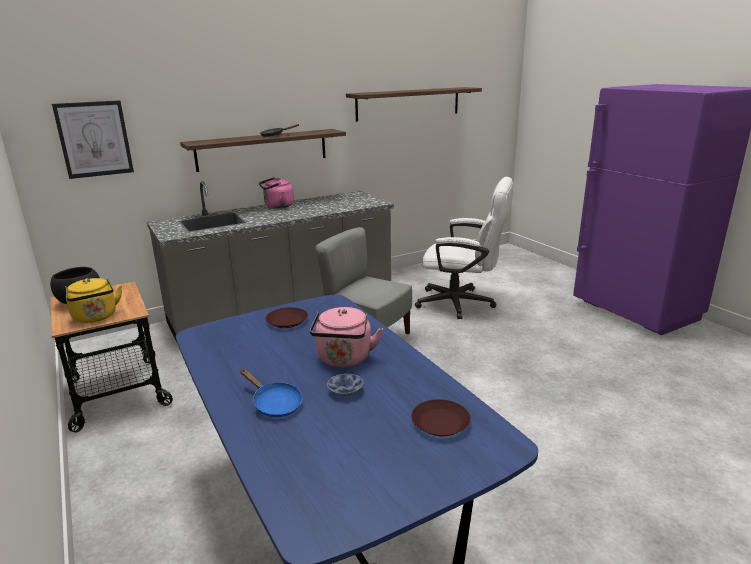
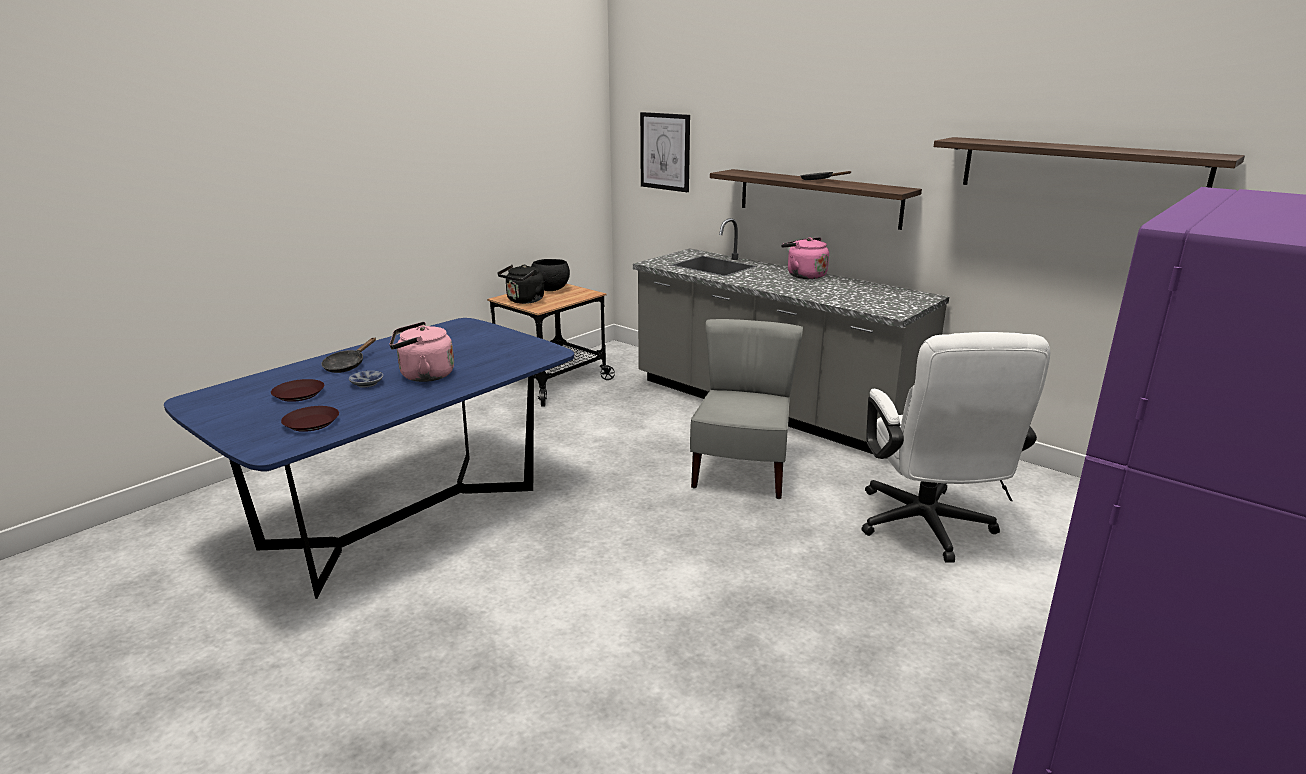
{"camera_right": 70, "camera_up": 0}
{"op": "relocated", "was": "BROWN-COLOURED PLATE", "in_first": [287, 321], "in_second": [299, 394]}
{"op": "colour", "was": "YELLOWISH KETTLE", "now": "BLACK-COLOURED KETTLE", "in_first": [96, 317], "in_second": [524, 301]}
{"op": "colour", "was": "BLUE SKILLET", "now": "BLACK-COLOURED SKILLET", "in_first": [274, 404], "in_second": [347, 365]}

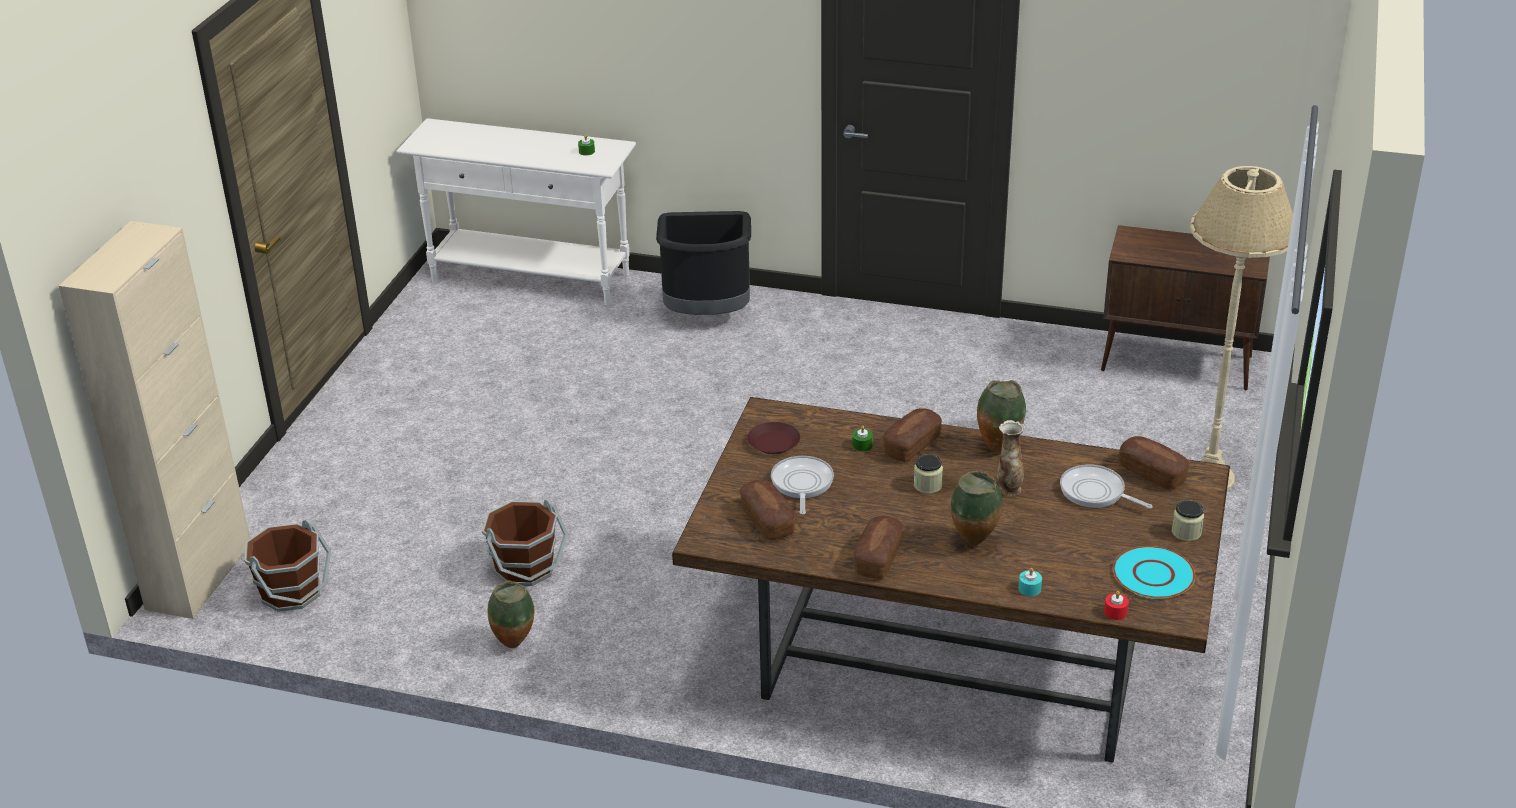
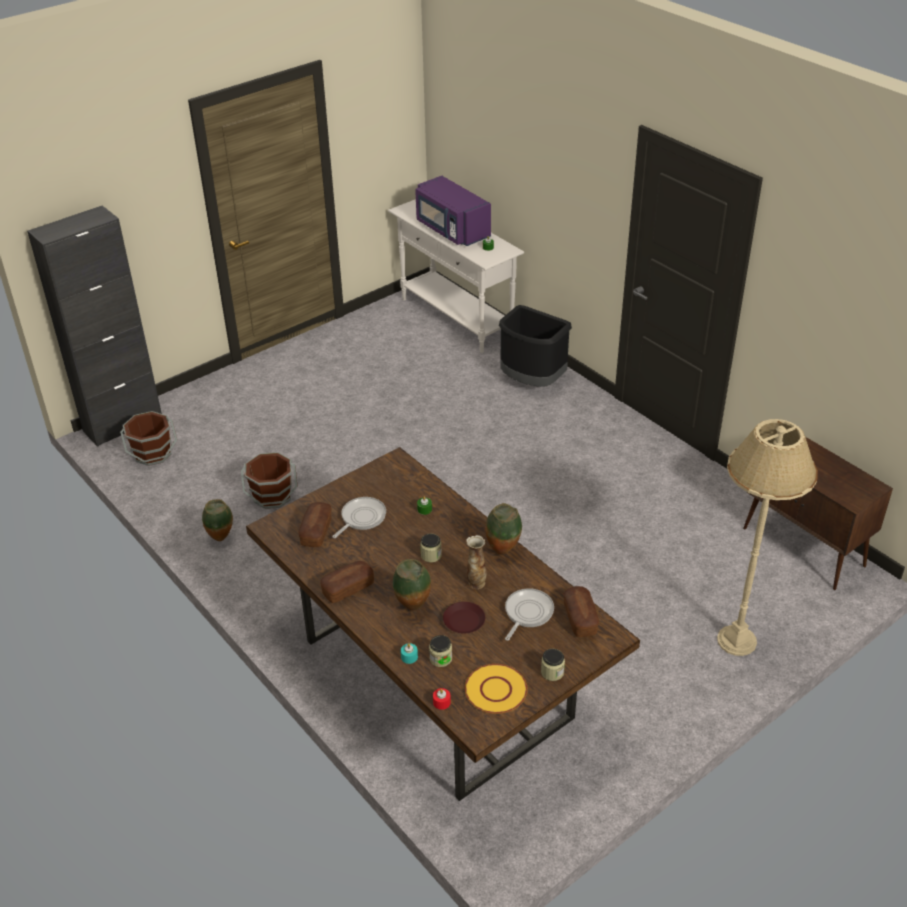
{"camera_right": 35, "camera_up": 5}
{"op": "missing", "was": "BREAD", "in_first": [912, 445]}
{"op": "appeared", "now": "PURPLE-COLOURED MICROWAVE", "in_second": [451, 230]}
{"op": "appeared", "now": "STORAGE JAR", "in_second": [440, 658]}
{"op": "relocated", "was": "BROWN-COLOURED PLATE", "in_first": [774, 442], "in_second": [464, 621]}
{"op": "colour", "was": "BEIGE-COLOURED STORAGE CABINET", "now": "BLACK-COLOURED STORAGE CABINET", "in_first": [199, 576], "in_second": [123, 424]}
{"op": "colour", "was": "TURQUOISE PLATE", "now": "YELLOWISH PLATE", "in_first": [1153, 575], "in_second": [495, 690]}
{"op": "spun", "was": "SKILLET", "in_first": [1095, 492], "in_second": [527, 613], "clockwise": 45}

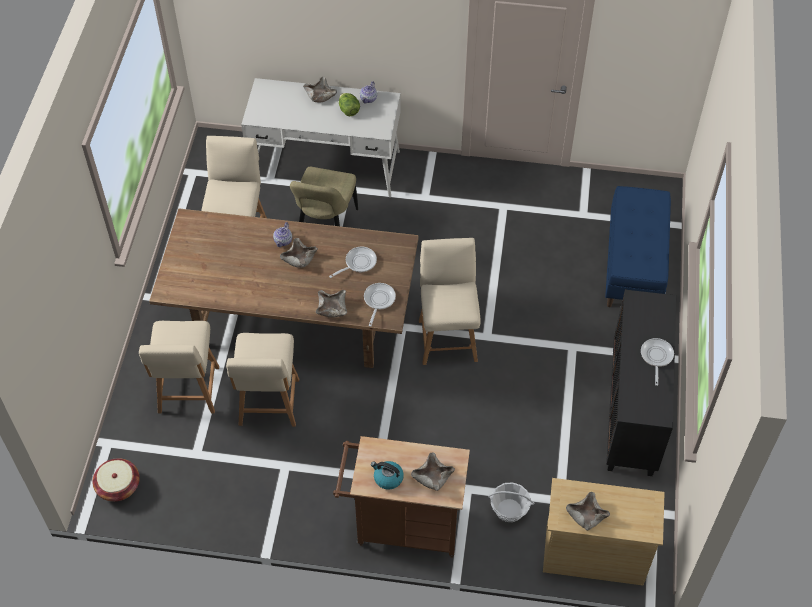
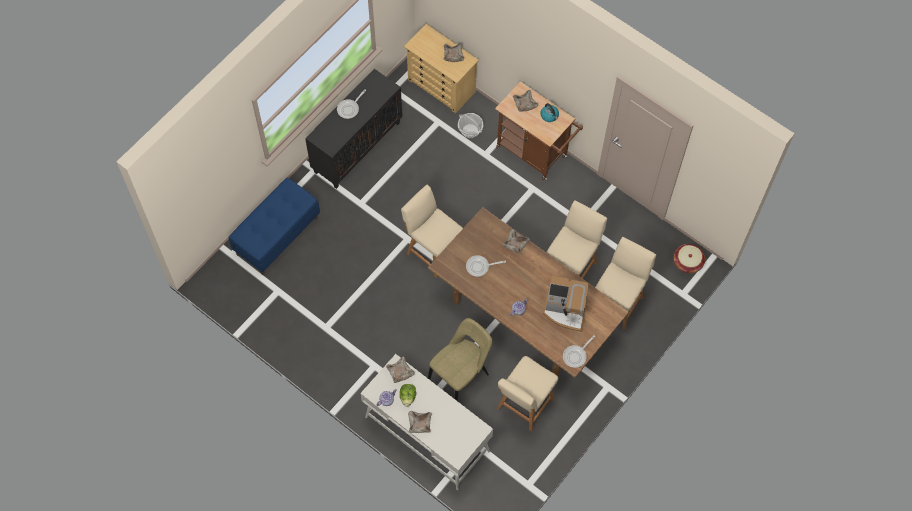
{"camera_right": -150, "camera_up": 10}
{"op": "appeared", "now": "COFFEE BREWER", "in_second": [565, 310]}
{"op": "relocated", "was": "BEIGE-COLOURED SERVING BOWL", "in_first": [299, 258], "in_second": [400, 372]}
{"op": "relocated", "was": "SKILLET", "in_first": [378, 301], "in_second": [576, 356]}
{"op": "spun", "was": "BEIGE-COLOURED CHAIR", "in_first": [447, 338], "in_second": [432, 251], "clockwise": 105}

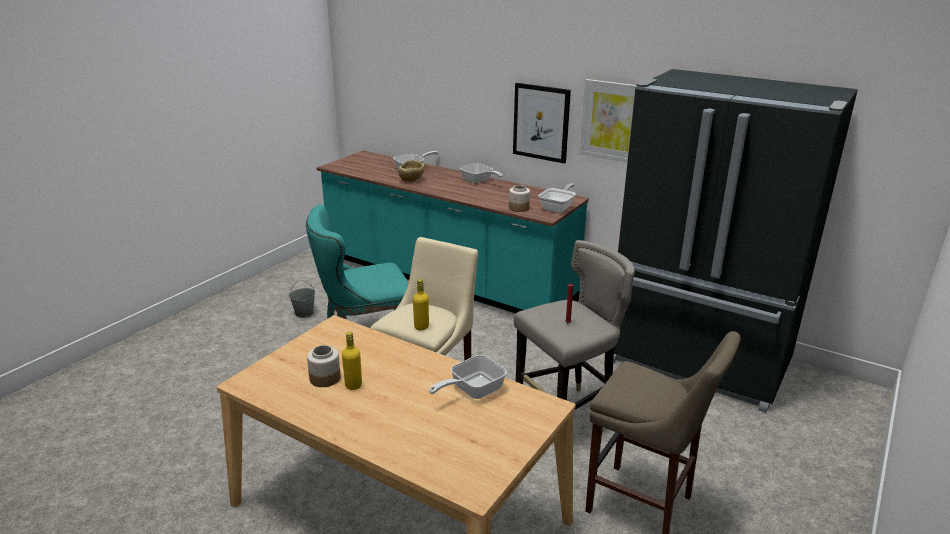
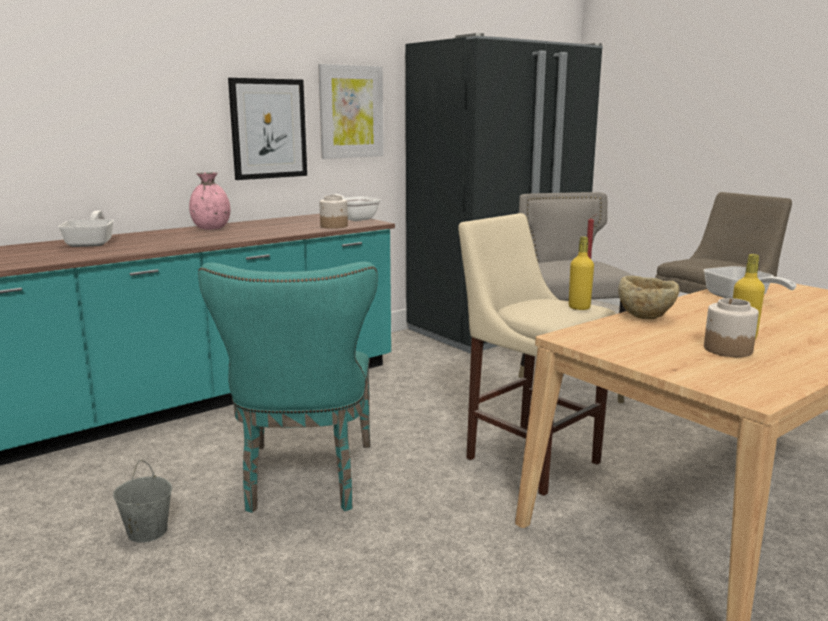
{"camera_right": -70, "camera_up": -10}
{"op": "relocated", "was": "BEIGE-COLOURED SERVING BOWL", "in_first": [411, 181], "in_second": [645, 317]}
{"op": "exchanged", "was": "SKILLET", "now": "PINK-COLOURED VASE", "in_first": [478, 181], "in_second": [211, 228]}

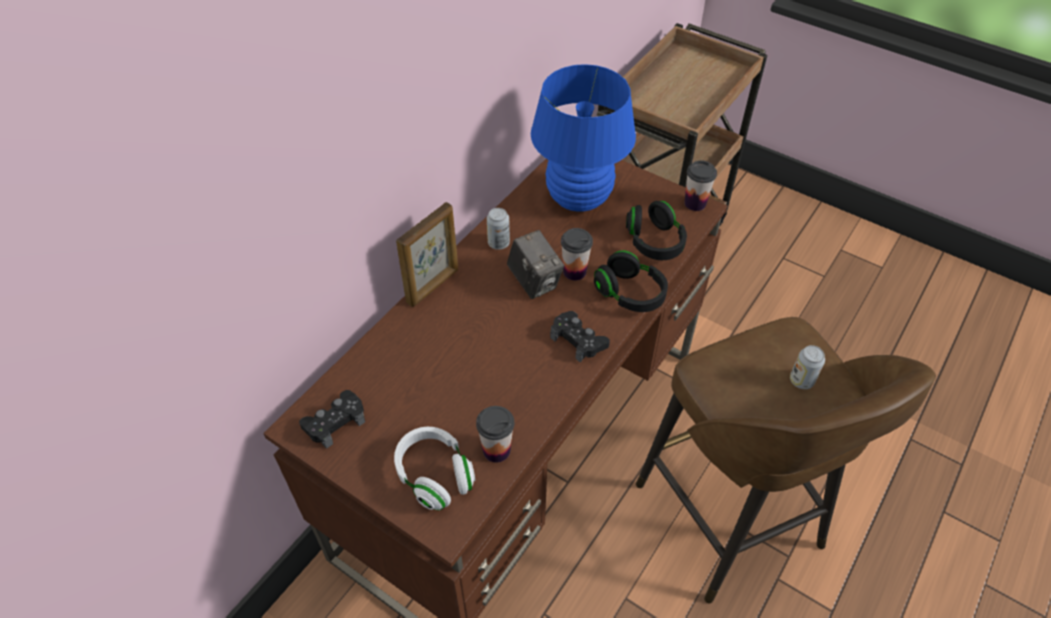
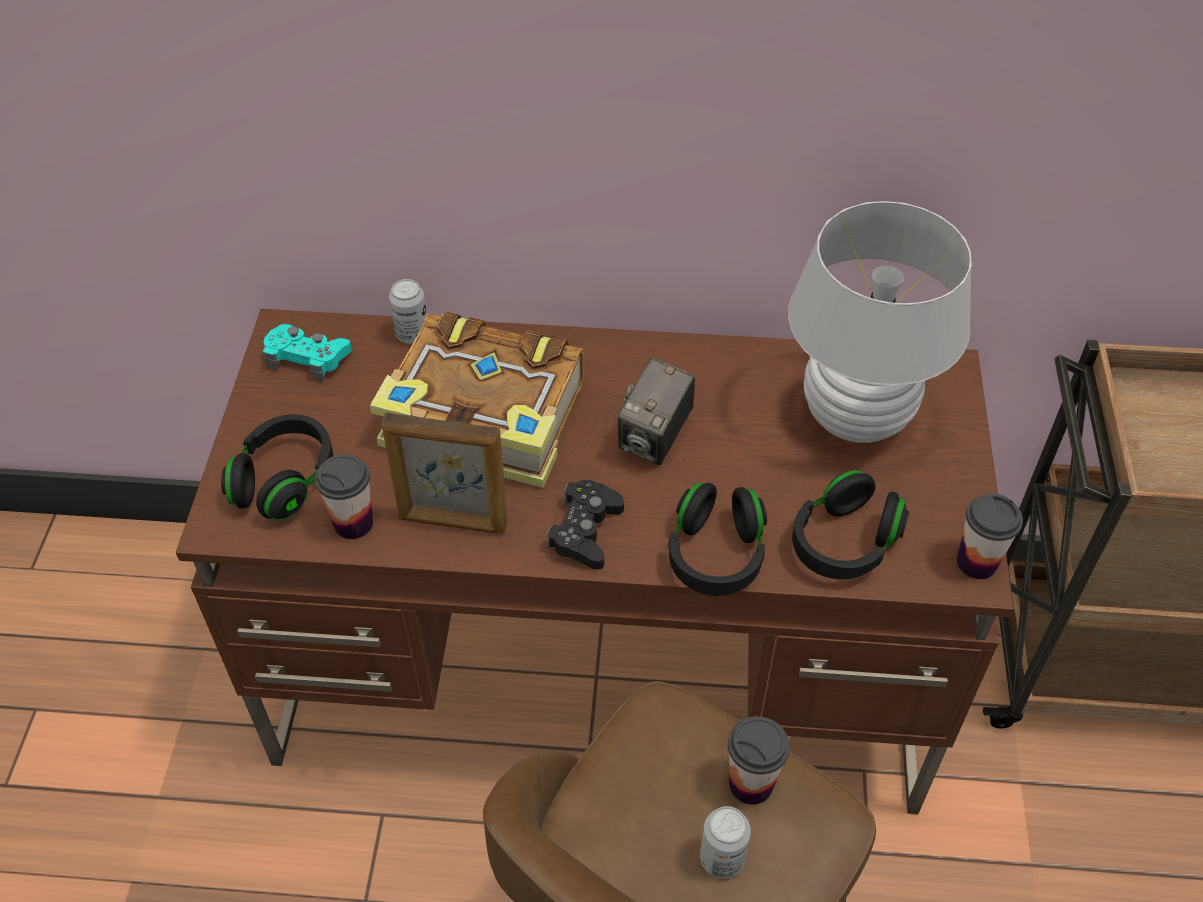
{"camera_right": 60, "camera_up": 0}
{"op": "appeared", "now": "BOOK", "in_second": [486, 420]}
{"op": "relocated", "was": "PICTURE FRAME", "in_first": [433, 286], "in_second": [453, 522]}
{"op": "relocated", "was": "CAN", "in_first": [498, 243], "in_second": [412, 334]}
{"op": "relocated", "was": "DRINKING CUP", "in_first": [574, 271], "in_second": [751, 783]}
{"op": "colour", "was": "BLACK-COLOURED GAMEPAD", "now": "TURQUOISE GAMEPAD", "in_first": [335, 422], "in_second": [307, 358]}
{"op": "colour", "was": "WHITE HEADPHONES", "now": "BLACK-COLOURED HEADPHONES", "in_first": [435, 475], "in_second": [285, 481]}
{"op": "colour", "was": "BLUE TABLETOP LAMP", "now": "WHITE TABLETOP LAMP", "in_first": [579, 198], "in_second": [856, 417]}

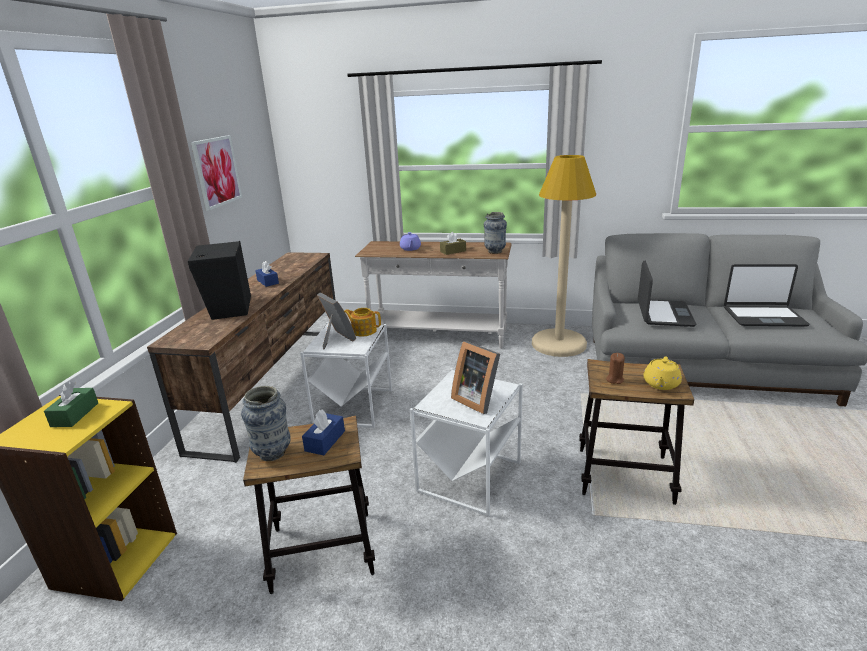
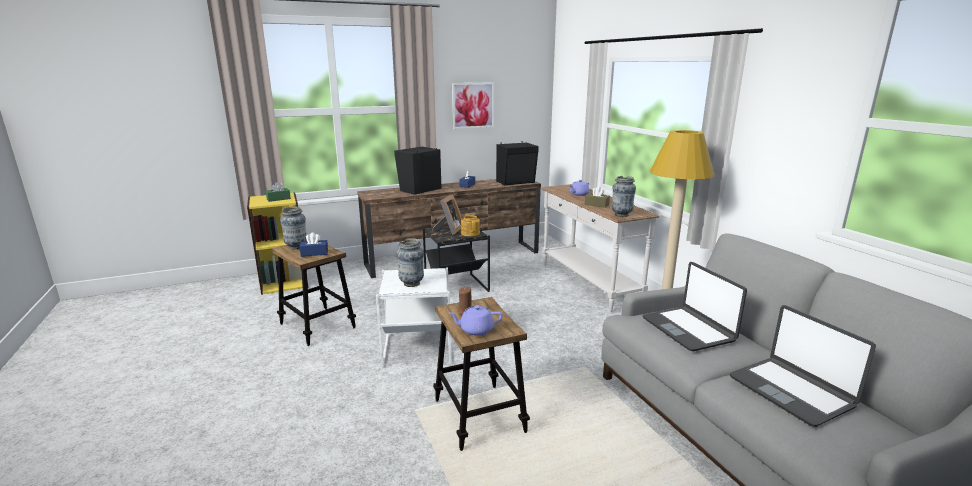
{"camera_right": 55, "camera_up": -5}
{"op": "appeared", "now": "BLACK-COLOURED LOUDSPEAKER", "in_second": [516, 182]}
{"op": "exchanged", "was": "PICTURE FRAME", "now": "VASE", "in_first": [477, 399], "in_second": [411, 283]}
{"op": "colour", "was": "WHITE SIDE TABLE", "now": "BLACK-COLOURED SIDE TABLE", "in_first": [354, 406], "in_second": [457, 287]}
{"op": "colour", "was": "YELLOWISH TEAPOT", "now": "PURPLE-COLOURED TEAPOT", "in_first": [661, 384], "in_second": [476, 330]}
{"op": "spun", "was": "PORTABLE COMPUTER", "in_first": [663, 314], "in_second": [688, 329], "clockwise": 90}

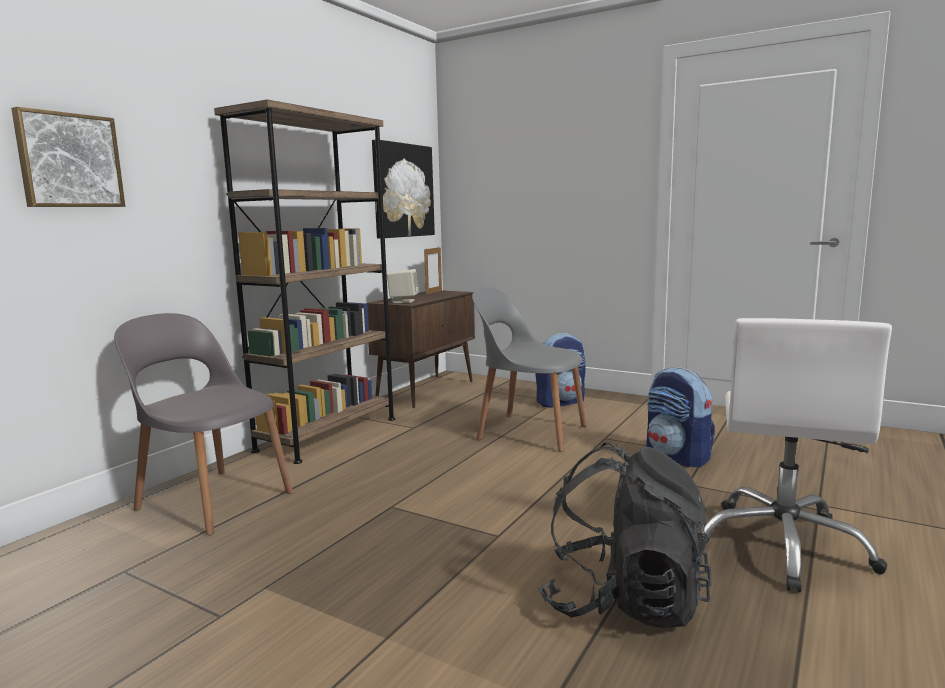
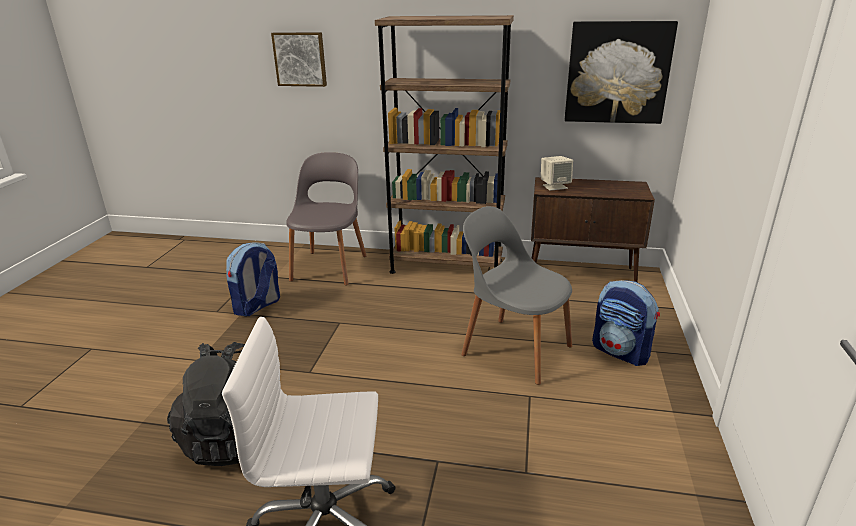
{"camera_right": 70, "camera_up": 15}
{"op": "missing", "was": "PICTURE FRAME", "in_first": [434, 292]}
{"op": "relocated", "was": "BACKPACK", "in_first": [677, 456], "in_second": [257, 306]}
{"op": "spun", "was": "GRAY CHAIR", "in_first": [529, 432], "in_second": [514, 349], "clockwise": -60}

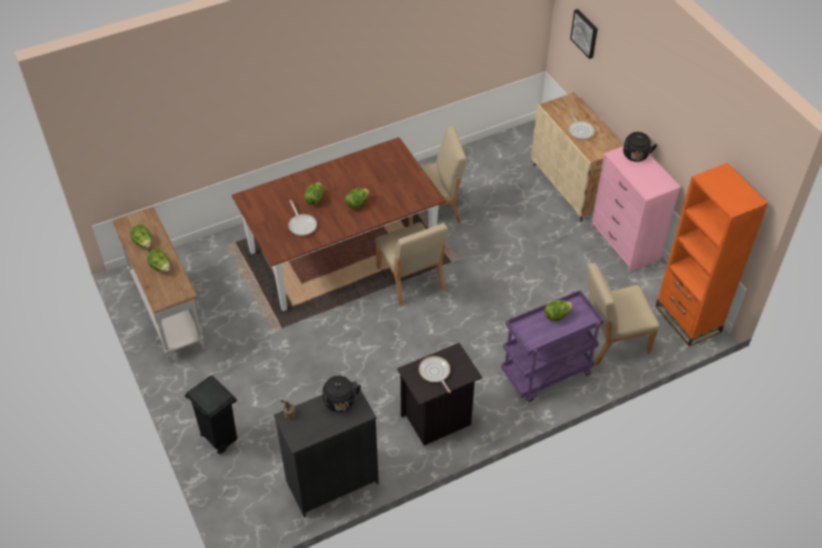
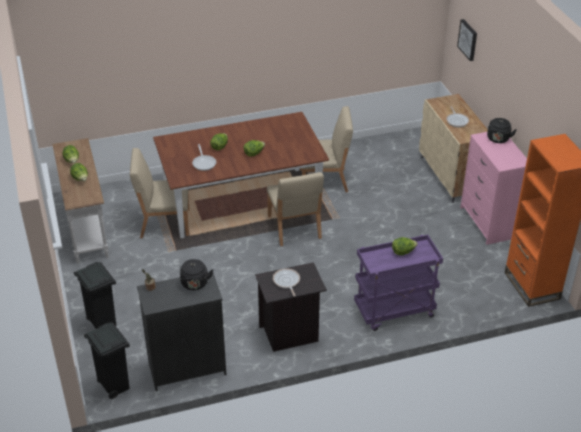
{"camera_right": 10, "camera_up": -10}
{"op": "appeared", "now": "BLACK-COLOURED TRASH CAN", "in_second": [114, 386]}
{"op": "relocated", "was": "BEIGE-COLOURED CHAIR", "in_first": [612, 339], "in_second": [164, 223]}

